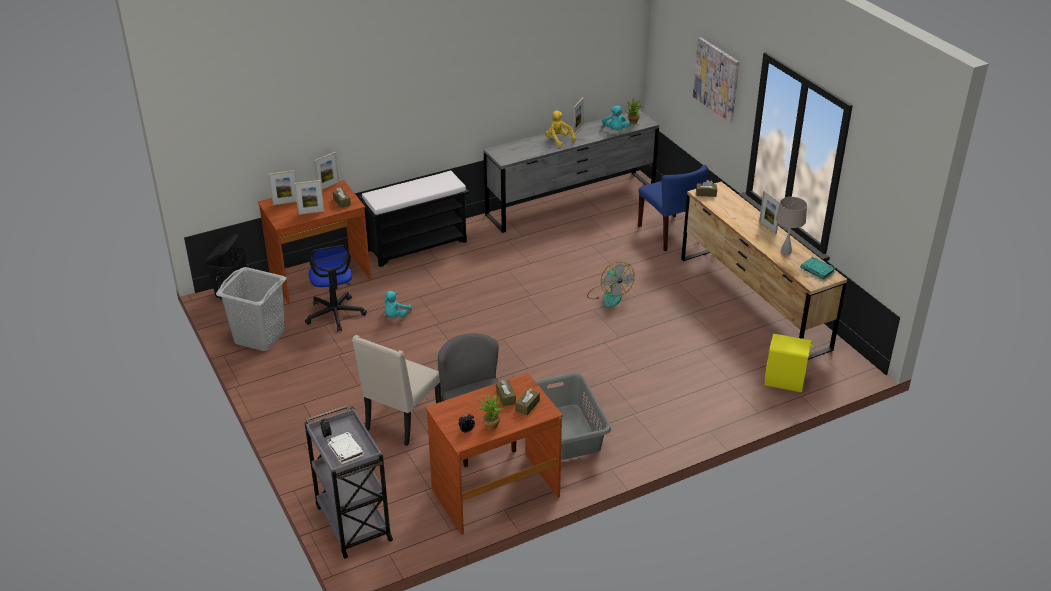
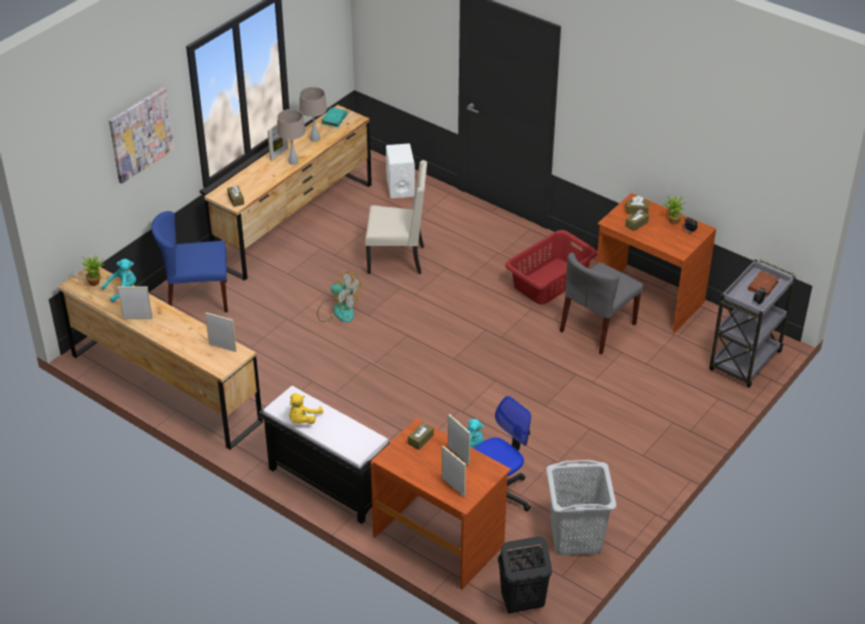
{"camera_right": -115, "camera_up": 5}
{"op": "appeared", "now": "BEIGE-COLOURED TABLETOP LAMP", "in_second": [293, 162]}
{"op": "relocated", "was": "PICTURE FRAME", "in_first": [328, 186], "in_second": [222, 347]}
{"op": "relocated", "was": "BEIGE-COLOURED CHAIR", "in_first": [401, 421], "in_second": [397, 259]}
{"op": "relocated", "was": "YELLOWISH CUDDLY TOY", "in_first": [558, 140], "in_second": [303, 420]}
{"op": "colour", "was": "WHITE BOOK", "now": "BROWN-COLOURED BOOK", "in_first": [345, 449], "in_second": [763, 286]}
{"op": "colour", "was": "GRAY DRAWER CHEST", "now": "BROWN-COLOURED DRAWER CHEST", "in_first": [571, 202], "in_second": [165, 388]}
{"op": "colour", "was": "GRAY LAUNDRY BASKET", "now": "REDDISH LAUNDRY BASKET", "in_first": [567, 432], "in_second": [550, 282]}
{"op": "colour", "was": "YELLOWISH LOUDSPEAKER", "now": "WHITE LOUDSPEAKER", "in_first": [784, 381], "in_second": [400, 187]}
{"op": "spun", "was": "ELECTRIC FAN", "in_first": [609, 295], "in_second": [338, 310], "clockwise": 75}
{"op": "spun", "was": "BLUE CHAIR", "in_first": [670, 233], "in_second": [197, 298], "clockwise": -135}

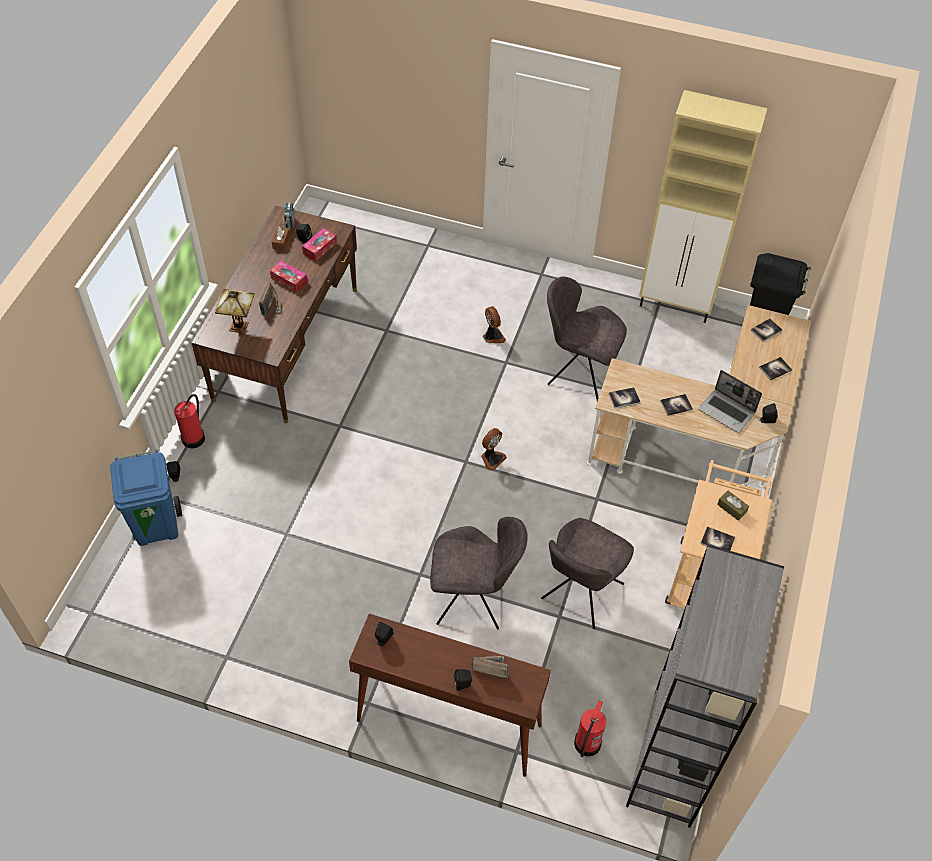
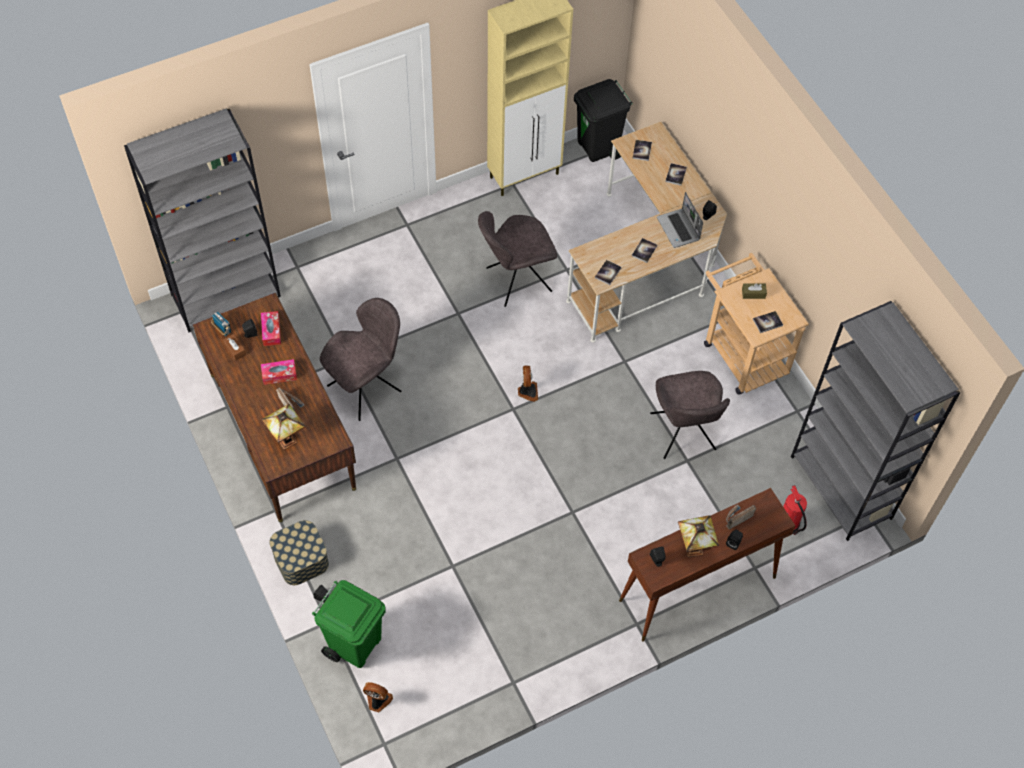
{"camera_right": -45, "camera_up": 5}
{"op": "appeared", "now": "GRAY BOOKSHELF", "in_second": [226, 295]}
{"op": "appeared", "now": "TABLETOP LAMP", "in_second": [695, 550]}
{"op": "relocated", "was": "GRAY CHAIR", "in_first": [473, 600], "in_second": [366, 387]}
{"op": "relocated", "was": "ELECTRIC FAN", "in_first": [492, 336], "in_second": [377, 701]}
{"op": "exchanged", "was": "FIRE-FIGHTING CYLINDER", "now": "STORAGE BIN", "in_first": [194, 438], "in_second": [301, 559]}
{"op": "colour", "was": "BLUE TRASH CAN", "now": "GREEN TRASH CAN", "in_first": [157, 526], "in_second": [355, 644]}
{"op": "spun", "was": "PORTABLE COMPUTER", "in_first": [727, 411], "in_second": [679, 229], "clockwise": 75}

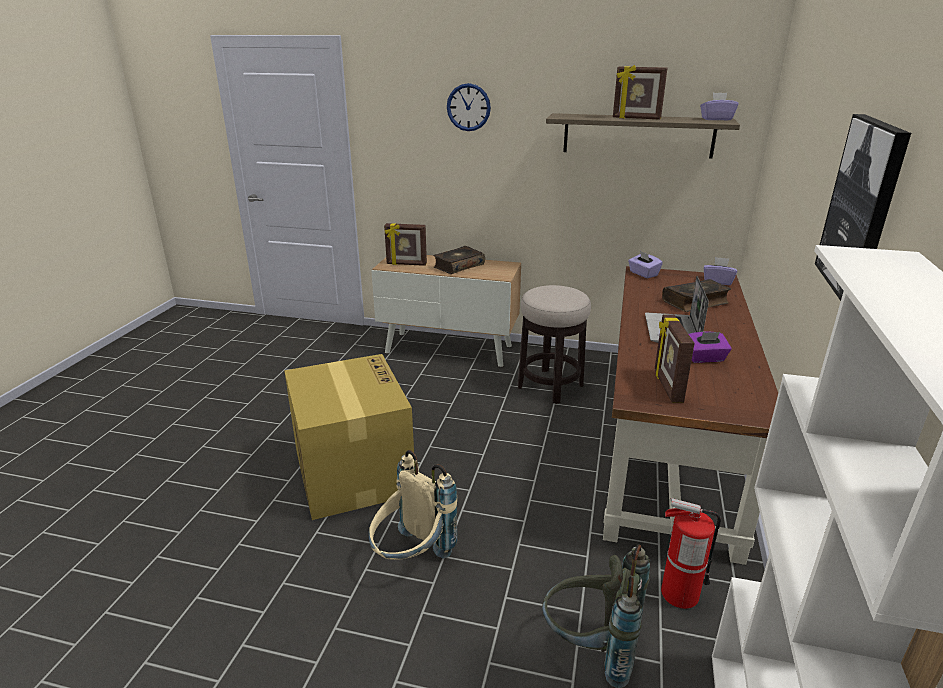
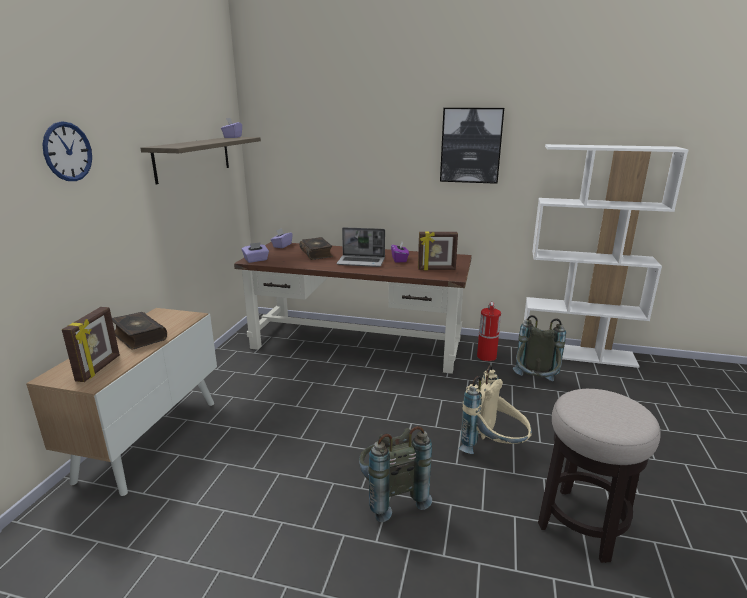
{"camera_right": -90, "camera_up": -5}
{"op": "missing", "was": "PICTURE FRAME", "in_first": [636, 118]}
{"op": "relocated", "was": "STOOL", "in_first": [550, 386], "in_second": [583, 524]}
{"op": "exchanged", "was": "PACKING BOX", "now": "GRAY BACKPACK", "in_first": [352, 471], "in_second": [390, 496]}

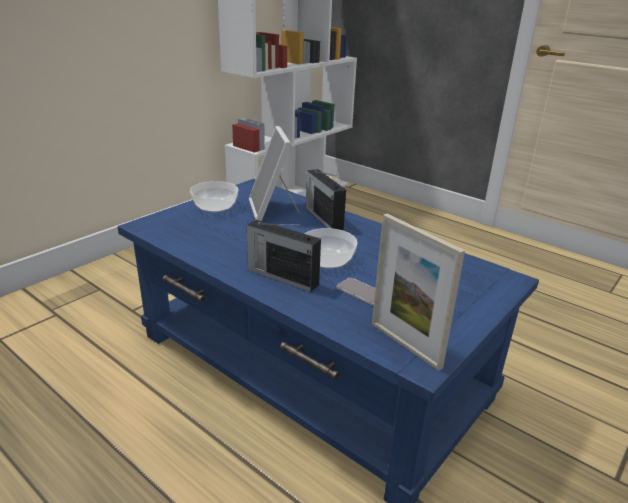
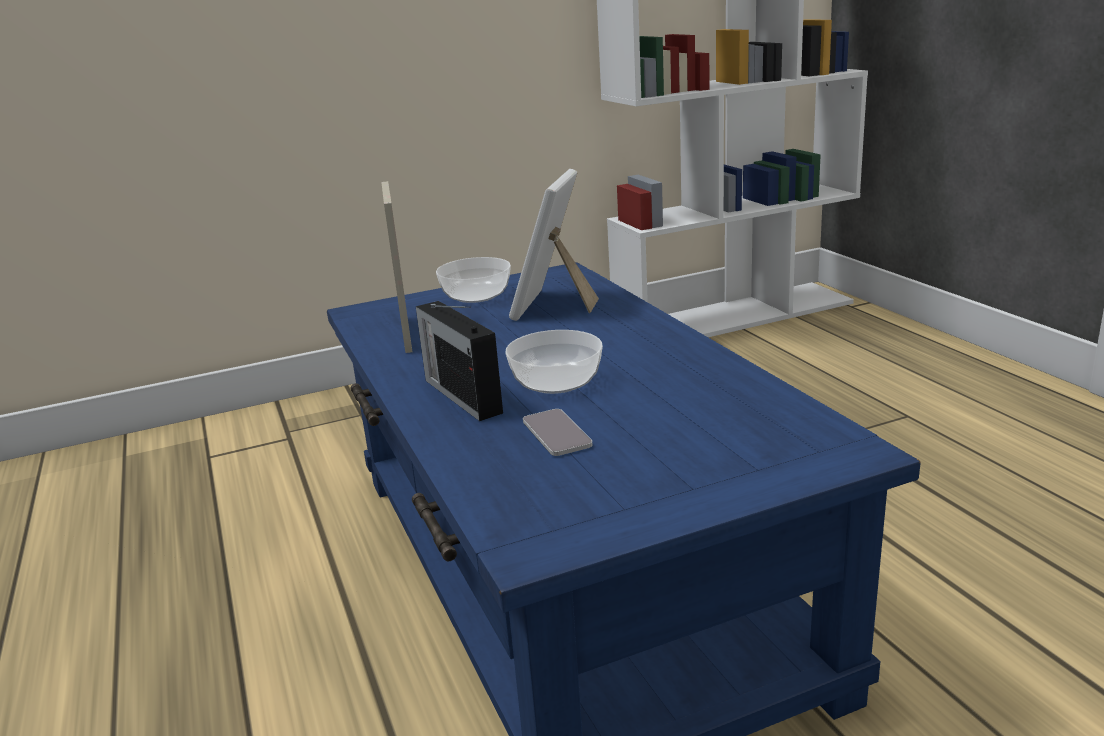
{"camera_right": 30, "camera_up": -5}
{"op": "missing", "was": "RADIO", "in_first": [323, 217]}
{"op": "relocated", "was": "PICTURE FRAME", "in_first": [405, 345], "in_second": [406, 334]}

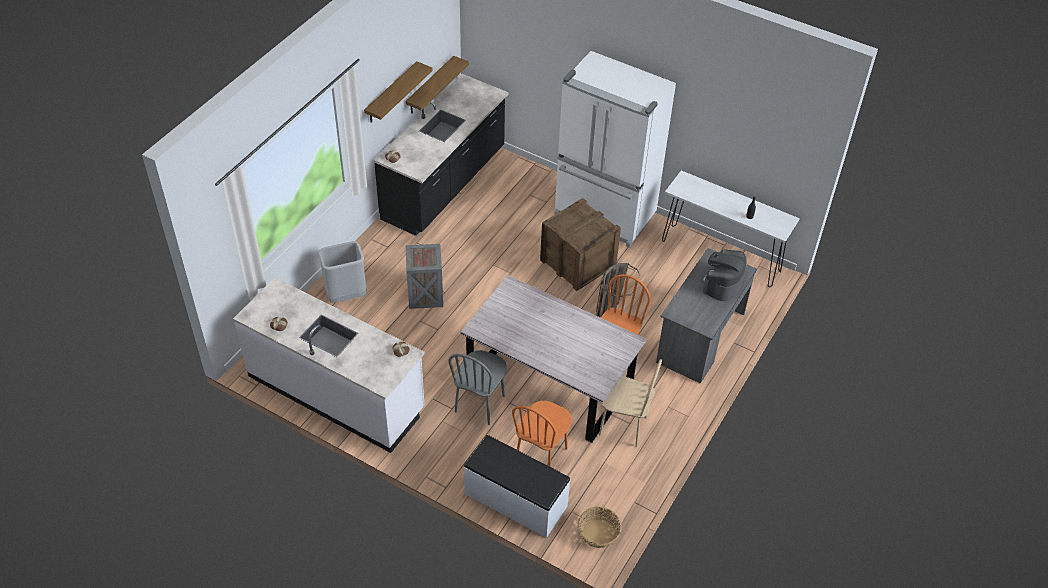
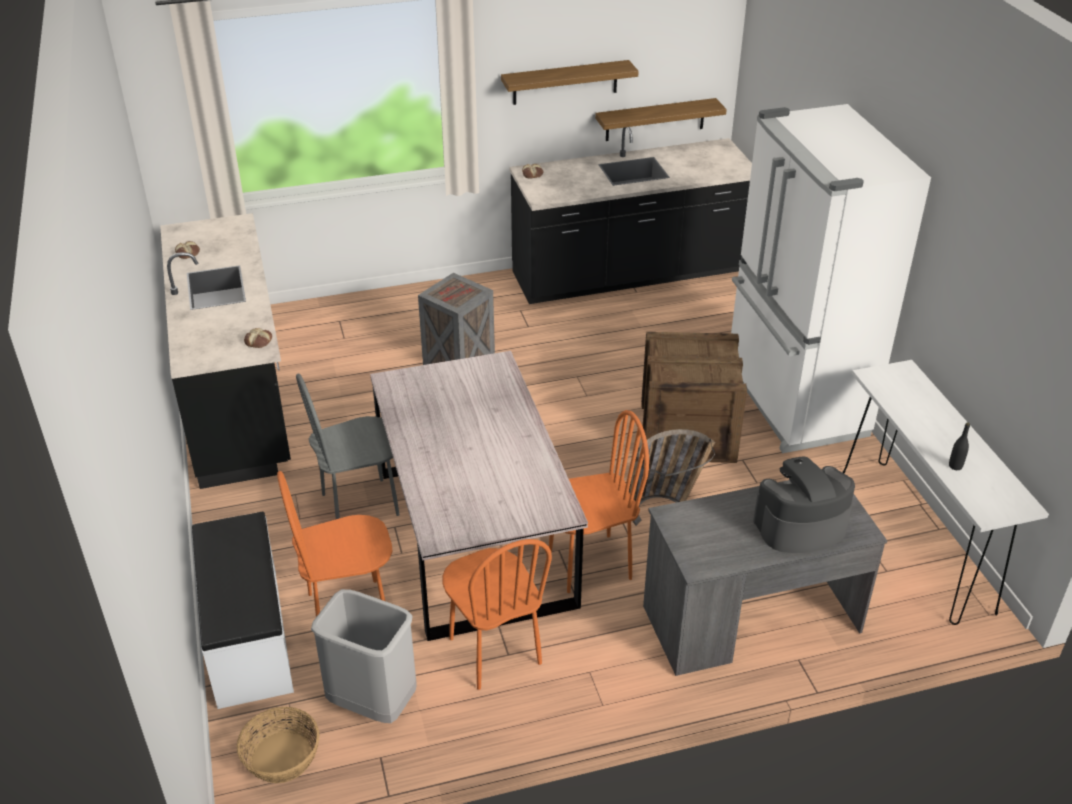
{"camera_right": 45, "camera_up": -10}
{"op": "relocated", "was": "GRAY TRASH CAN", "in_first": [346, 295], "in_second": [373, 703]}
{"op": "colour", "was": "WHITE COUNTER", "now": "BLACK-COLOURED COUNTER", "in_first": [336, 392], "in_second": [237, 397]}
{"op": "colour", "was": "BEIGE-COLOURED CHAIR", "now": "ORANGE CHAIR", "in_first": [623, 426], "in_second": [494, 651]}

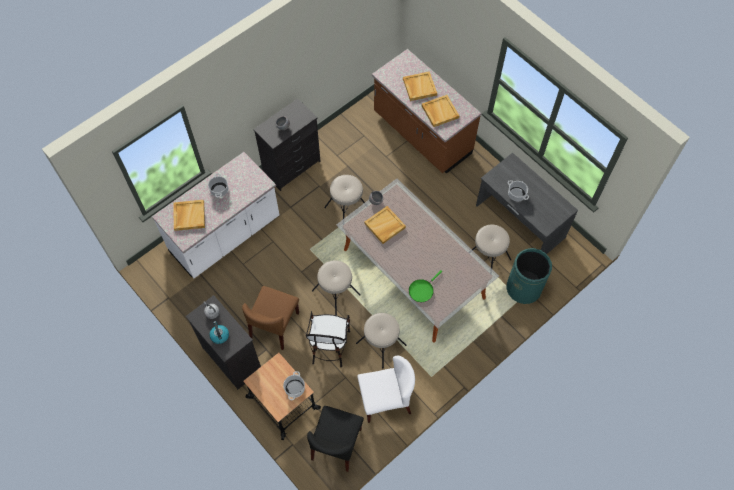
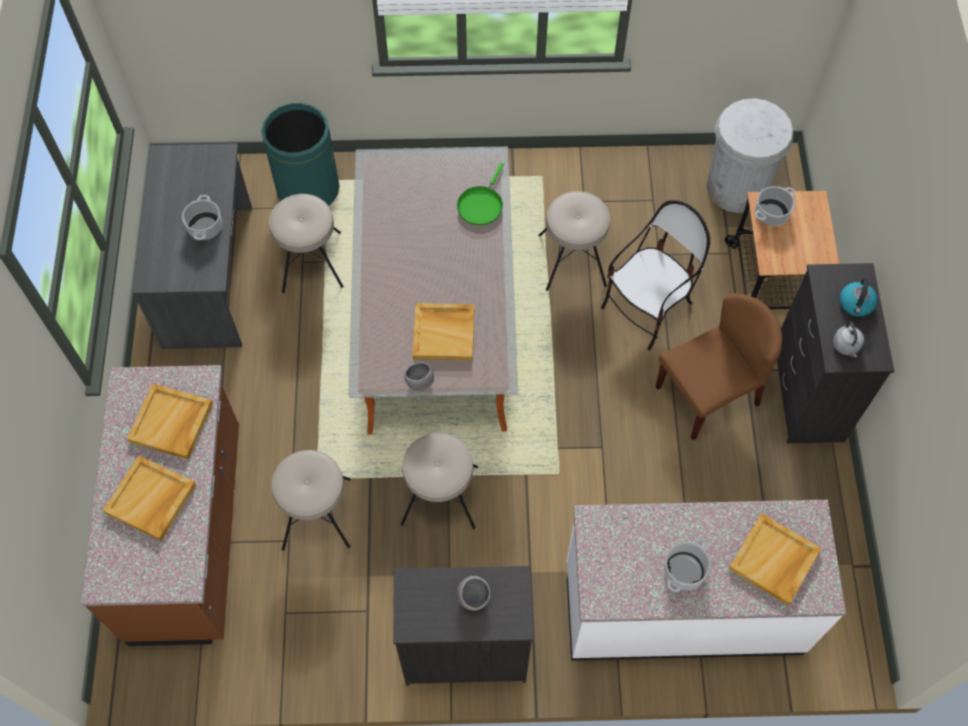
{"camera_right": -140, "camera_up": 0}
{"op": "missing", "was": "WHITE CHAIR", "in_first": [385, 400]}
{"op": "relocated", "was": "BEIGE-COLOURED STOOL", "in_first": [336, 293], "in_second": [317, 513]}
{"op": "exchanged", "was": "BLACK-COLOURED CHAIR", "now": "WHITE TRASH CAN", "in_first": [336, 444], "in_second": [736, 187]}
{"op": "spun", "was": "GREEN SKILLET", "in_first": [422, 290], "in_second": [481, 205], "clockwise": 120}

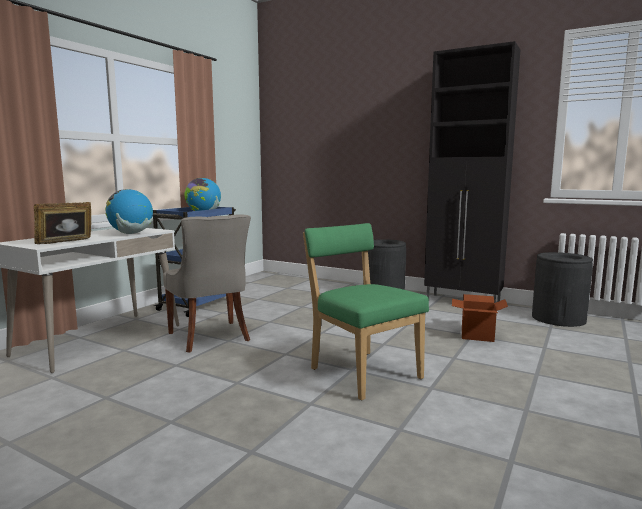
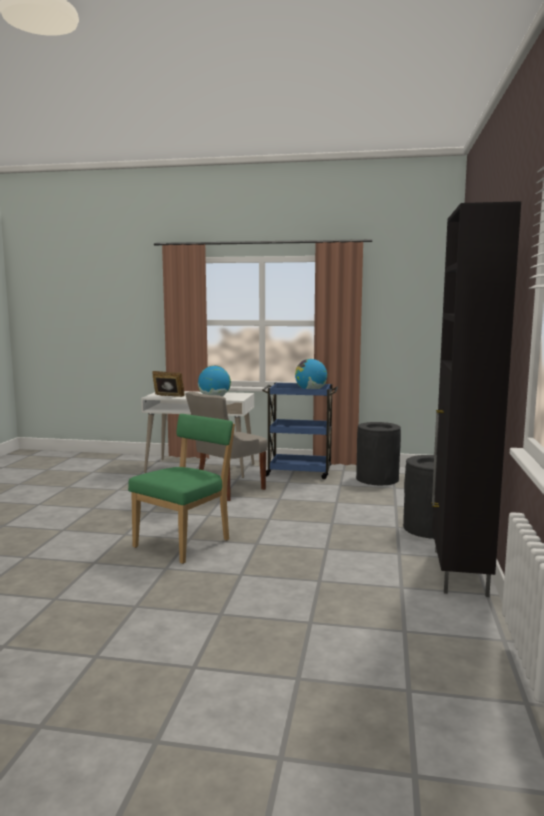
{"camera_right": 70, "camera_up": 0}
{"op": "missing", "was": "PACKING BOX", "in_first": [477, 335]}
{"op": "relocated", "was": "BLACK-COLOURED TRASH CAN", "in_first": [558, 318], "in_second": [377, 479]}

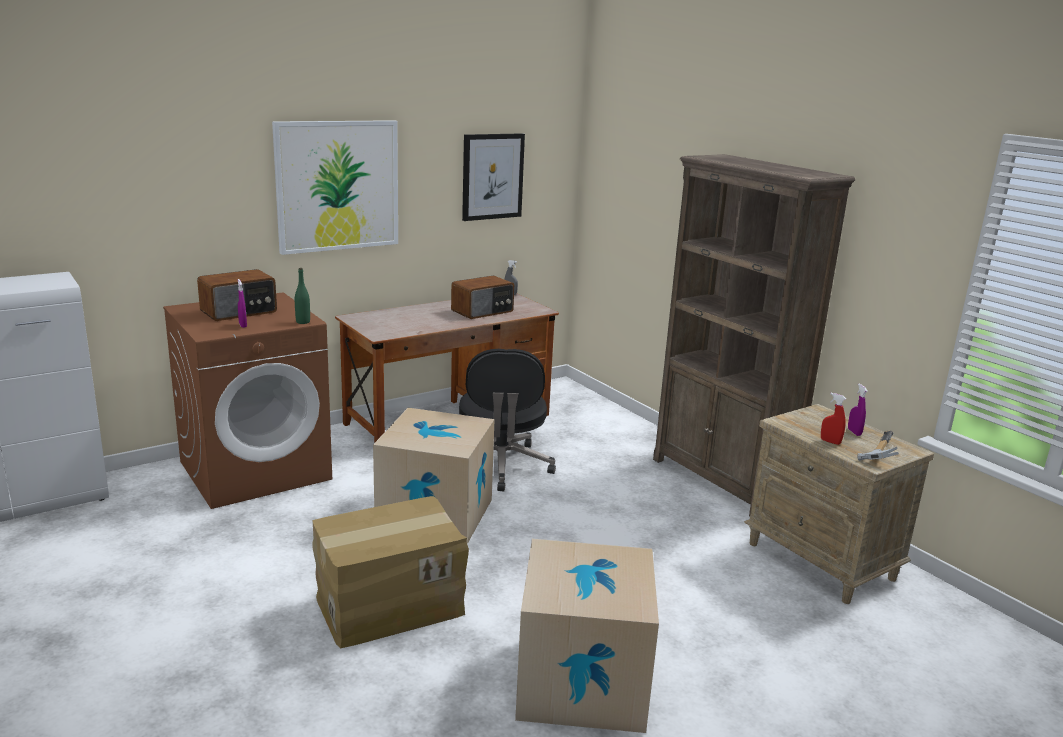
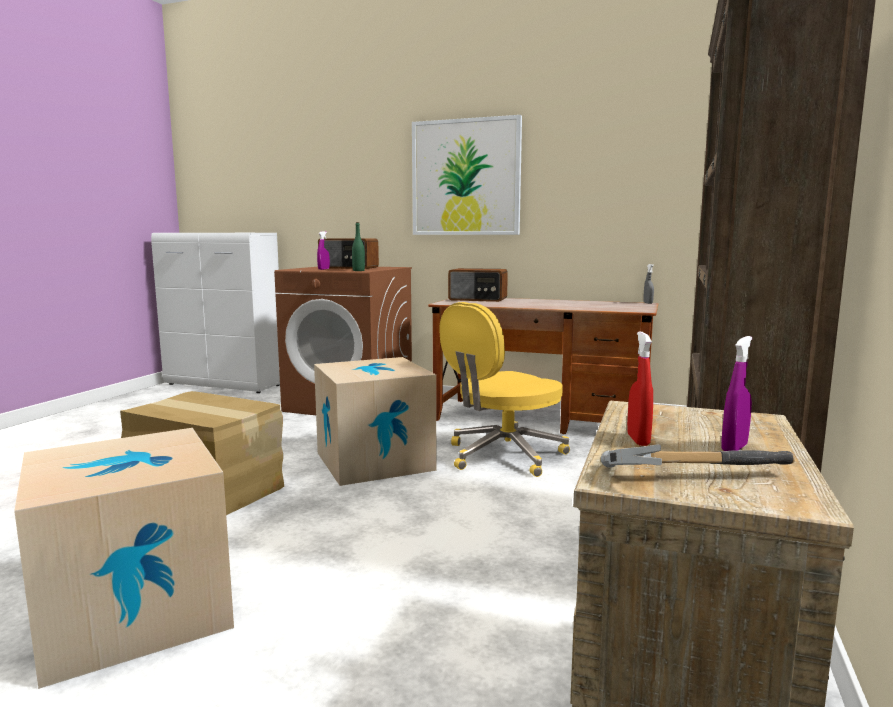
{"camera_right": 55, "camera_up": -10}
{"op": "missing", "was": "PICTURE", "in_first": [492, 176]}
{"op": "relocated", "was": "RADIO", "in_first": [483, 311], "in_second": [478, 299]}
{"op": "colour", "was": "BLACK-COLOURED COMPUTER CHAIR", "now": "YELLOWISH COMPUTER CHAIR", "in_first": [500, 466], "in_second": [503, 455]}

